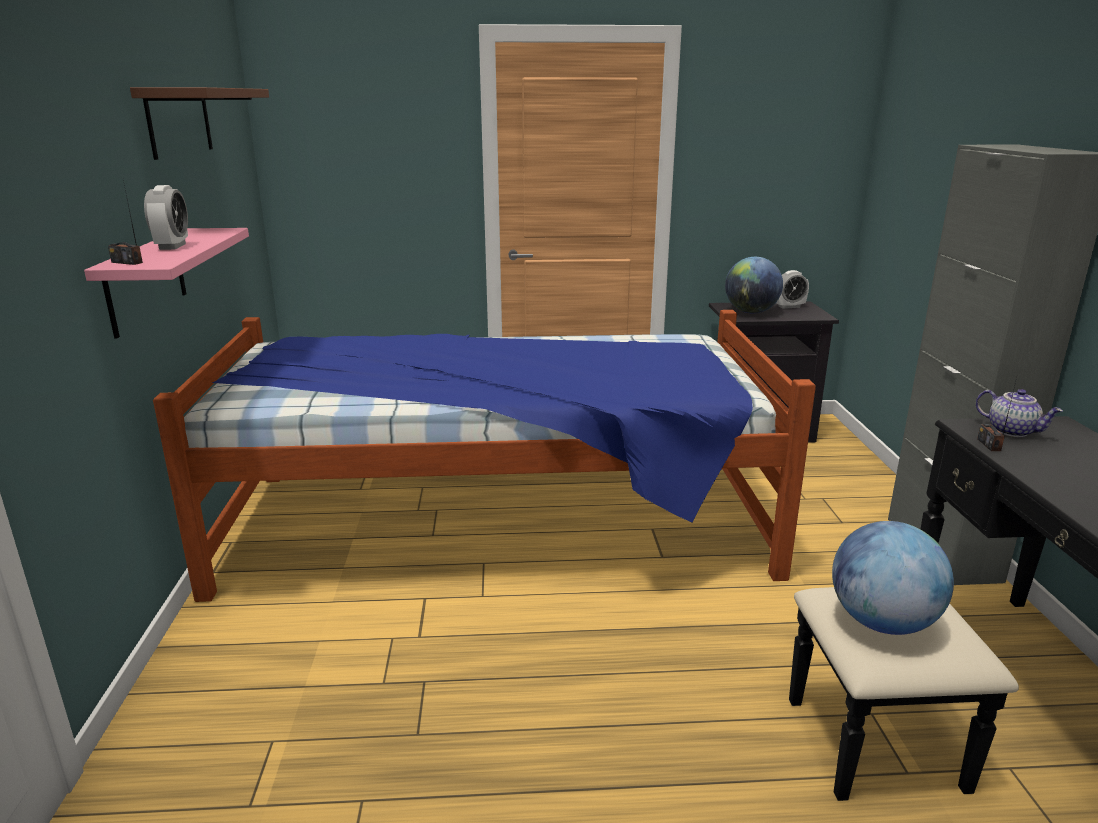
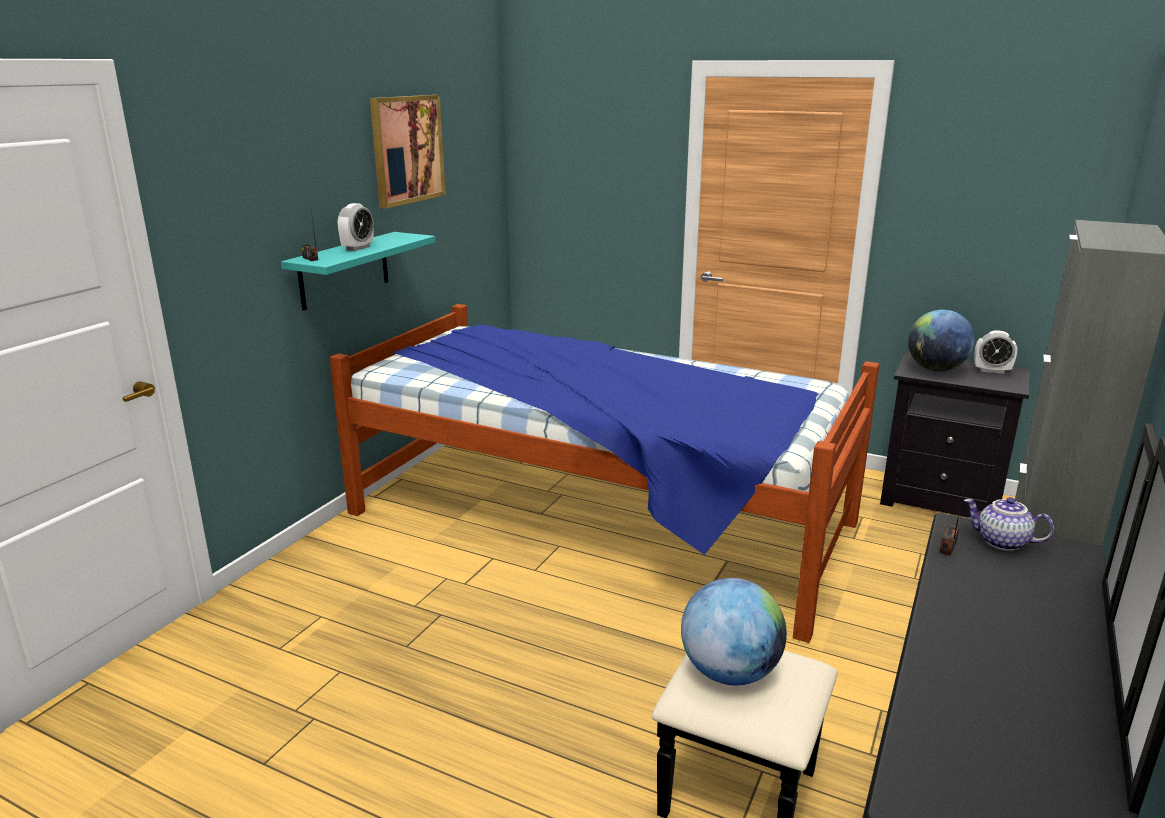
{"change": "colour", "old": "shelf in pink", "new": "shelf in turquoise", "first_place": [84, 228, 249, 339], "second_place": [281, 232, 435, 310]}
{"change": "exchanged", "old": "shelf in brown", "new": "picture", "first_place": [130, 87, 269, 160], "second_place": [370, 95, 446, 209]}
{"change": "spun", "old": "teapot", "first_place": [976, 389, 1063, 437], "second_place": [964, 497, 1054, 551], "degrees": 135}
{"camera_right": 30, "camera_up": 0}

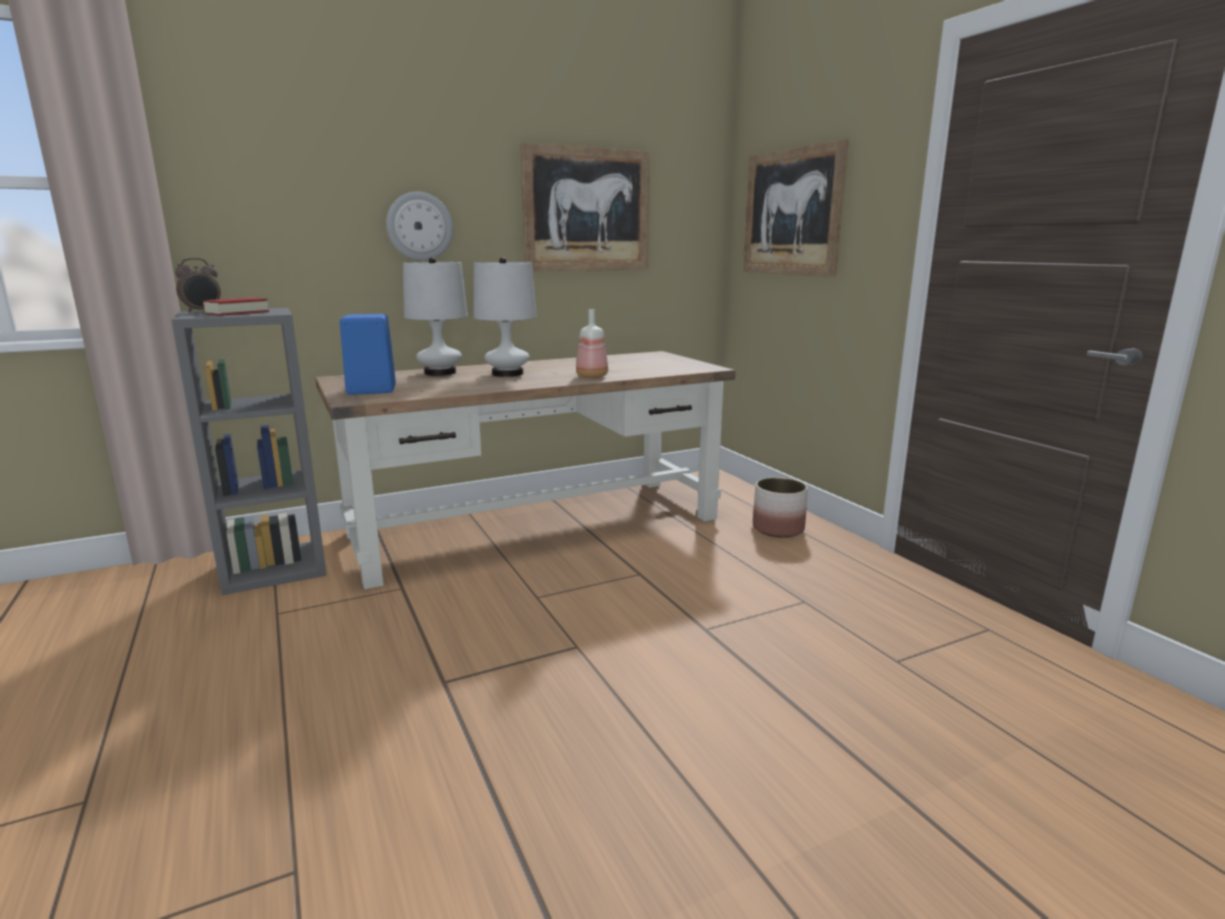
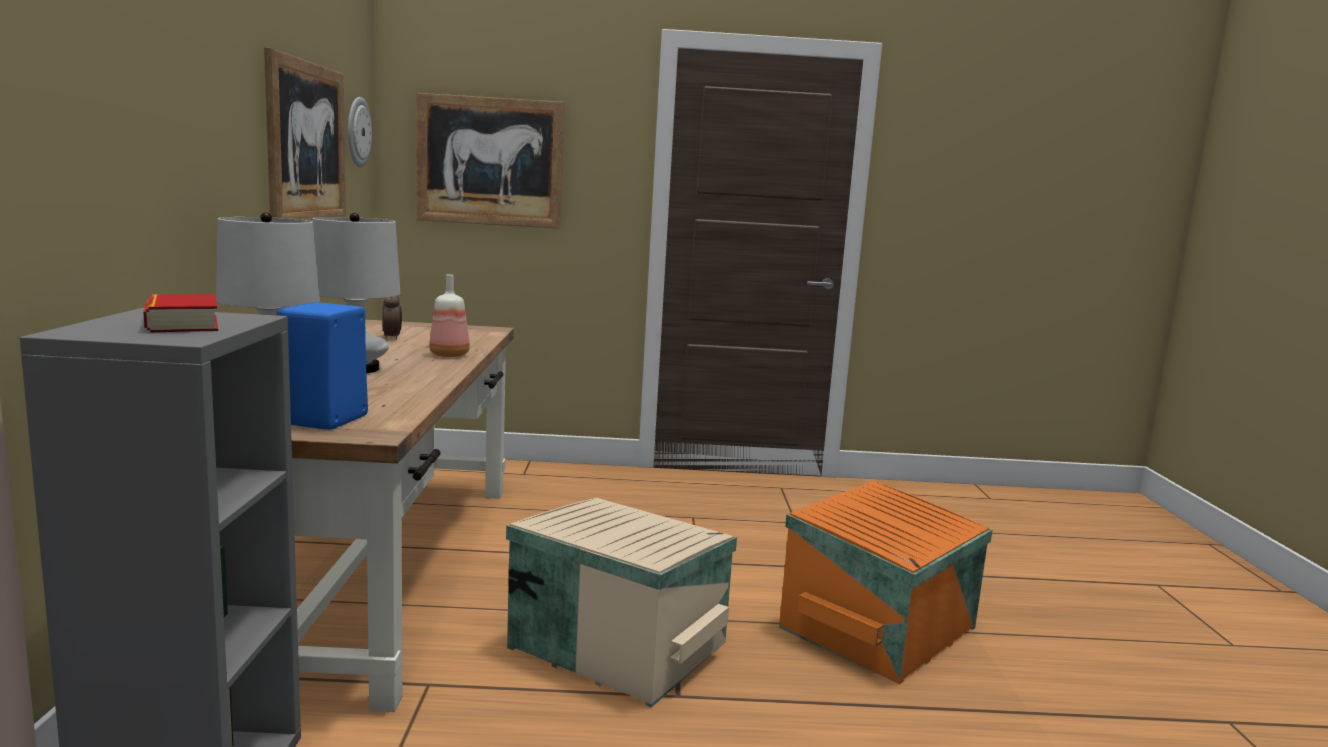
{"change": "relocated", "old": "alarm clock", "first_place": [175, 258, 221, 313], "second_place": [382, 296, 402, 340]}
{"change": "relocated", "old": "wall clock", "first_place": [386, 192, 453, 261], "second_place": [348, 97, 372, 167]}
{"change": "missing", "old": "planter", "first_place": [753, 477, 808, 537]}
{"change": "appeared", "new": "storage box in beige", "second_place": [506, 498, 737, 708]}
{"change": "appeared", "new": "storage box in orange", "second_place": [779, 480, 992, 684]}
{"camera_right": -65, "camera_up": -5}

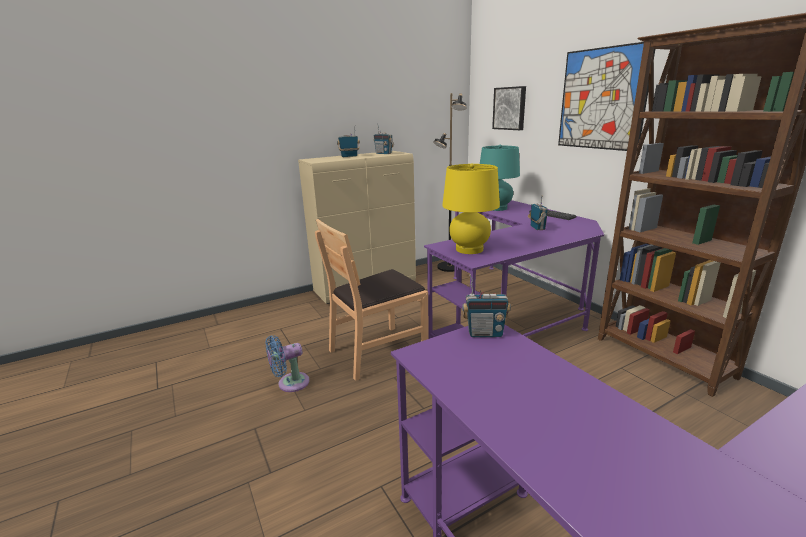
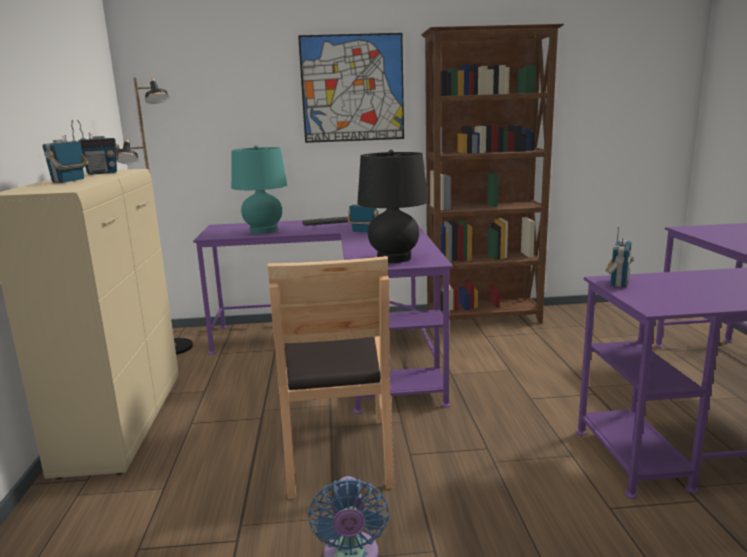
{"change": "colour", "old": "table lamp in yellow", "new": "table lamp in black", "first_place": [442, 163, 500, 254], "second_place": [357, 150, 428, 263]}
{"change": "missing", "old": "picture", "first_place": [492, 86, 526, 130]}
{"camera_right": -65, "camera_up": -5}

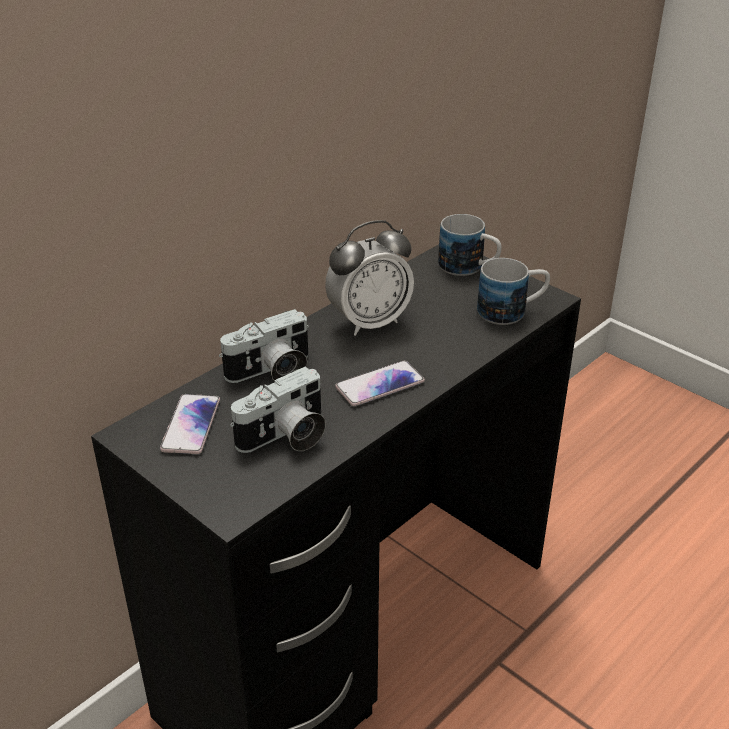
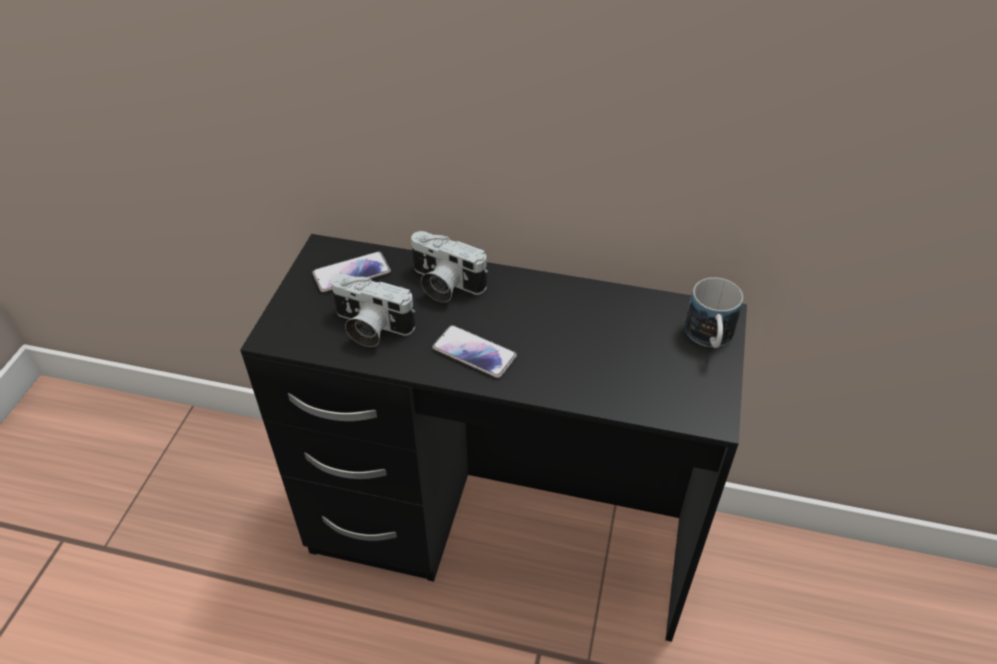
{"change": "missing", "old": "alarm clock", "first_place": [325, 220, 414, 336]}
{"change": "missing", "old": "mug", "first_place": [477, 258, 550, 325]}
{"camera_right": 60, "camera_up": 10}

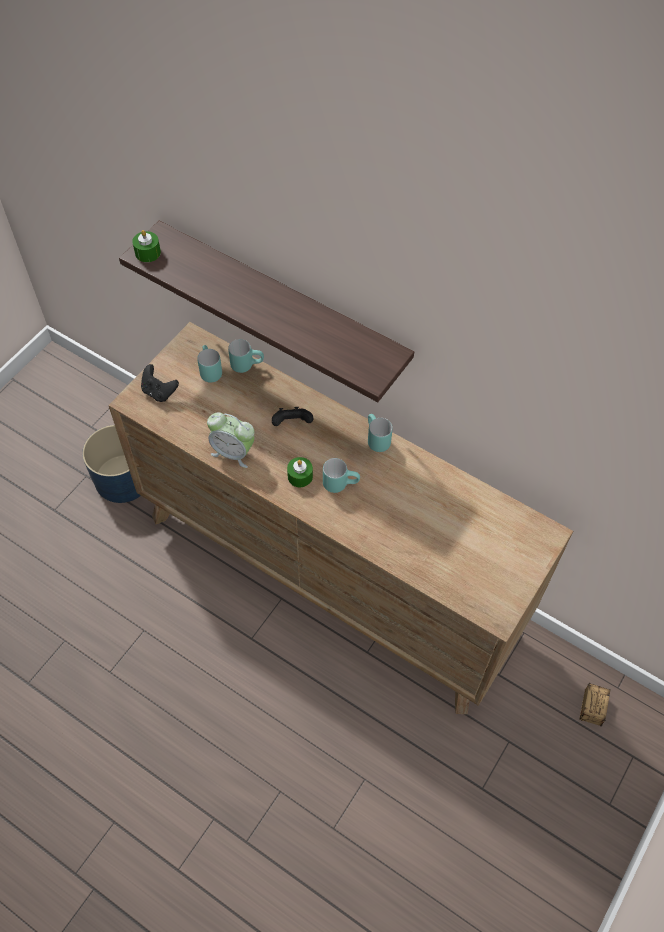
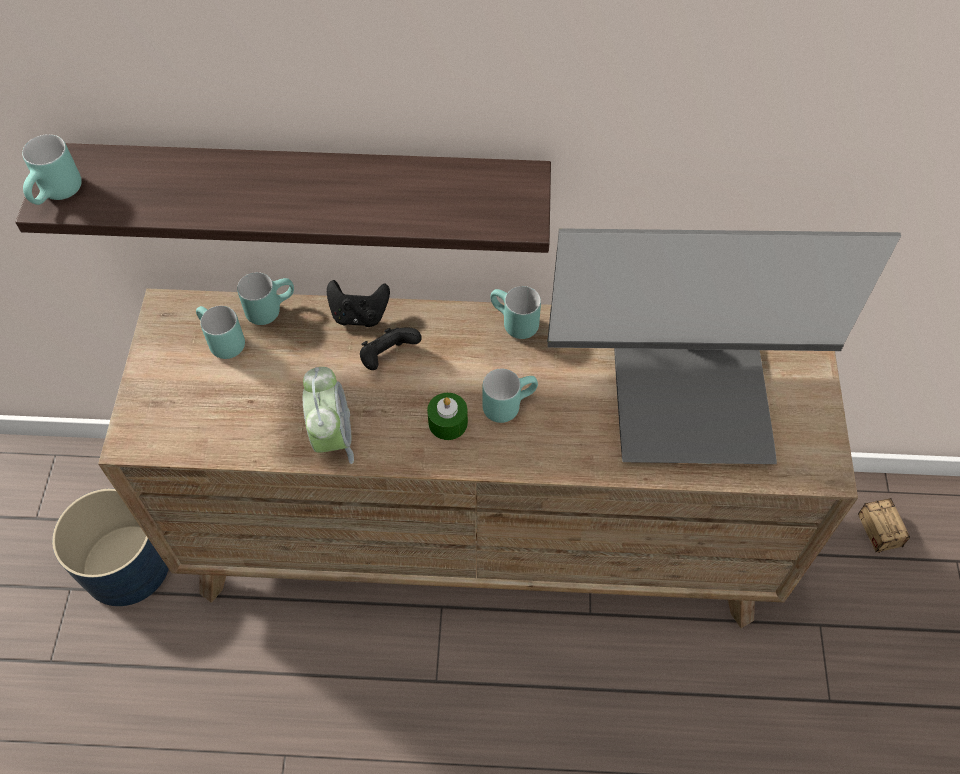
{"change": "exchanged", "old": "candle in green", "new": "mug in turquoise", "first_place": [132, 230, 161, 262], "second_place": [22, 134, 82, 205]}
{"change": "relocated", "old": "game controller in black", "first_place": [141, 364, 179, 402], "second_place": [327, 280, 390, 327]}
{"change": "spun", "old": "alarm clock", "first_place": [207, 412, 255, 468], "second_place": [303, 367, 354, 464], "degrees": -90}
{"change": "appeared", "new": "monitor", "second_place": [548, 228, 901, 464]}
{"camera_right": -30, "camera_up": 0}

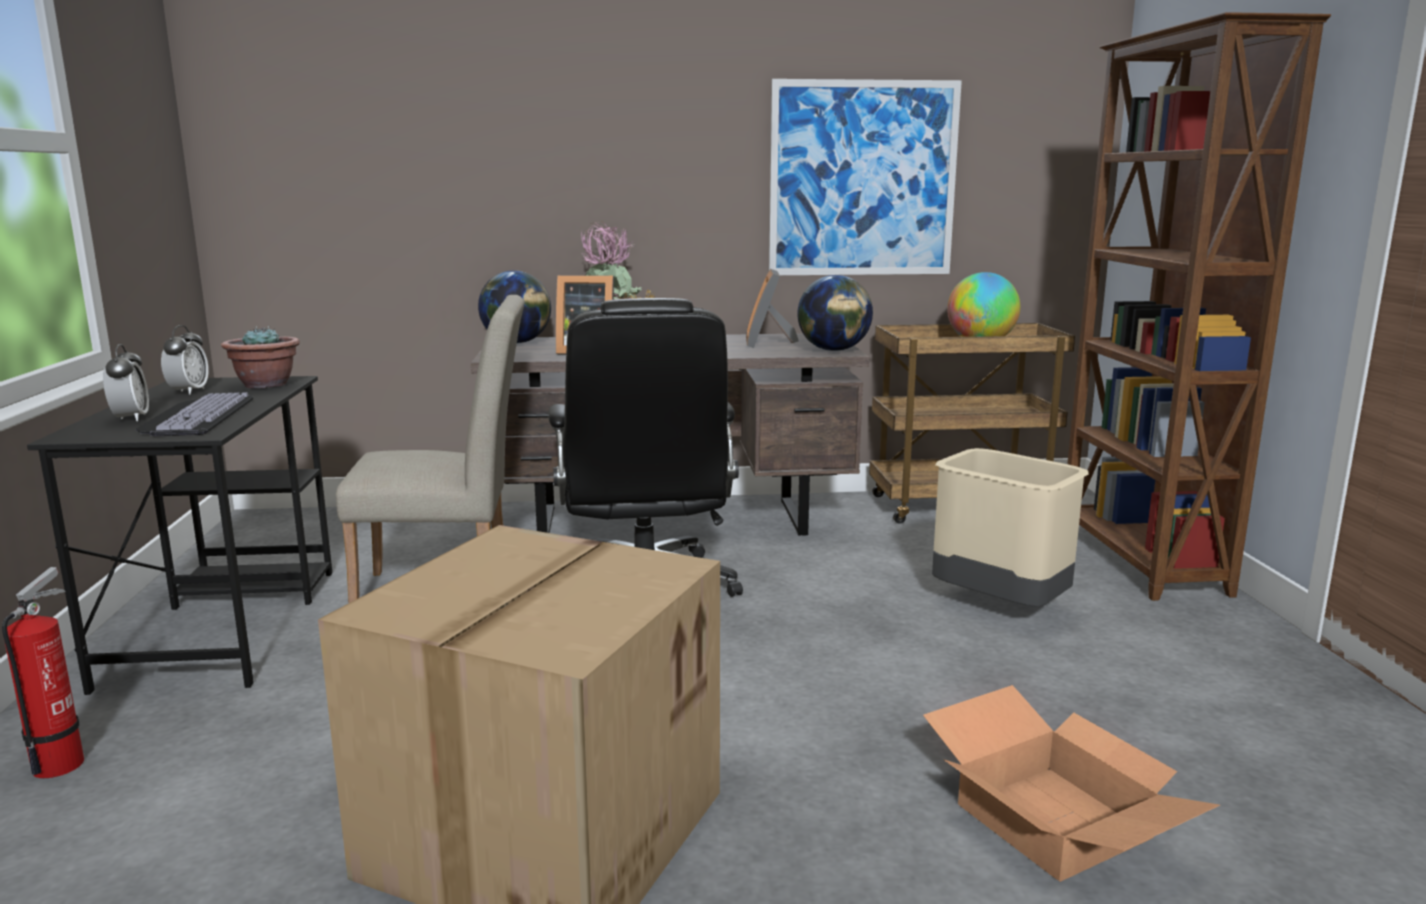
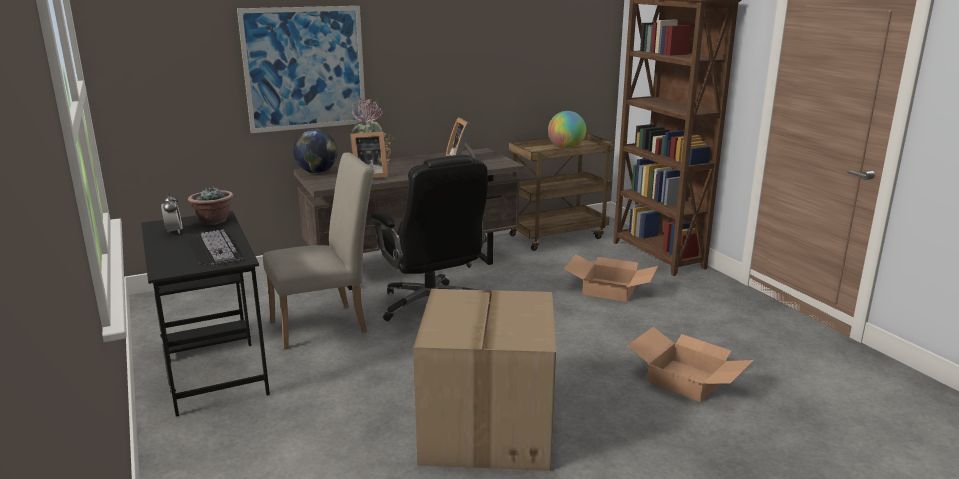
{"change": "missing", "old": "fire extinguisher", "first_place": [2, 567, 84, 778]}
{"change": "missing", "old": "alarm clock", "first_place": [103, 344, 149, 422]}
{"change": "relocated", "old": "picture", "first_place": [769, 79, 962, 275], "second_place": [237, 6, 366, 133]}
{"change": "missing", "old": "globe", "first_place": [797, 275, 873, 351]}
{"change": "exchanged", "old": "trash can in beige", "new": "cardboard box", "first_place": [932, 448, 1088, 607], "second_place": [564, 254, 658, 302]}
{"camera_right": -20, "camera_up": 5}

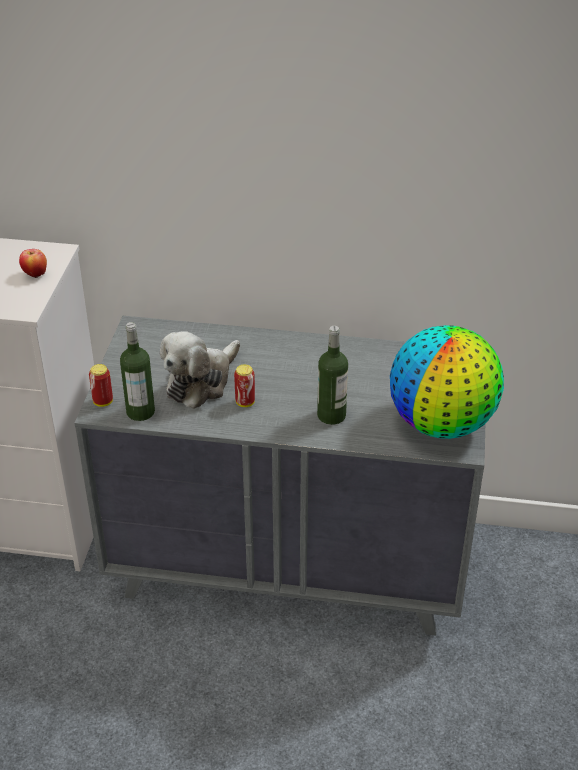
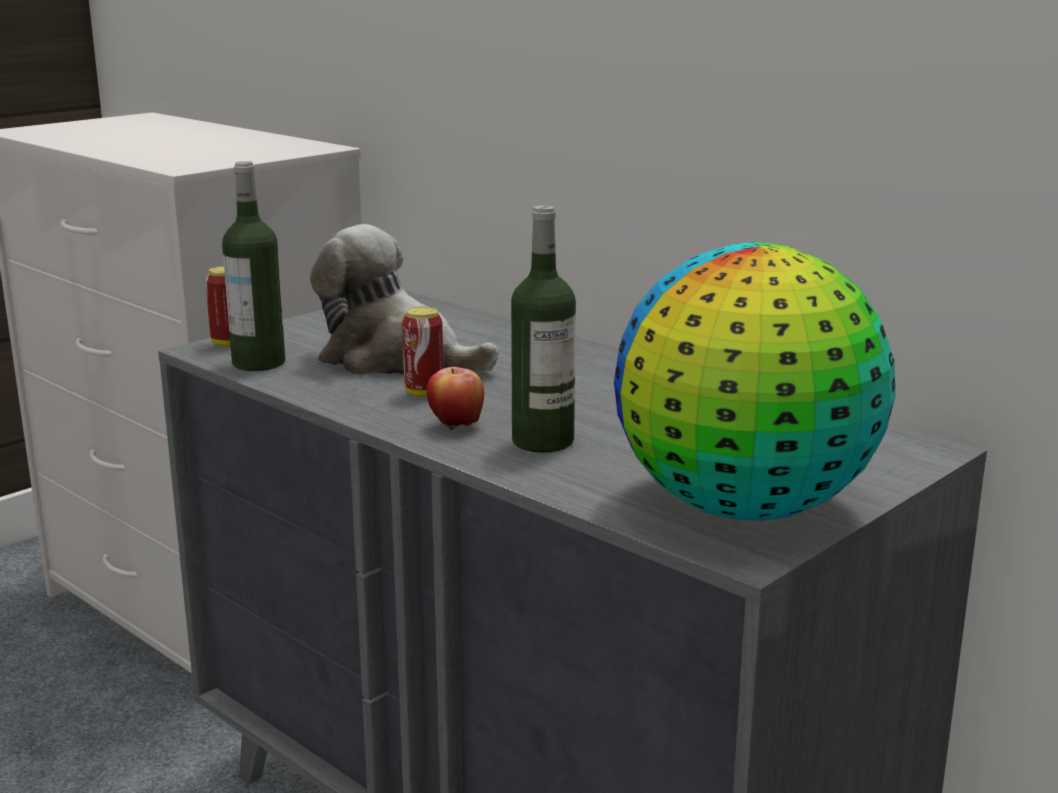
{"change": "relocated", "old": "apple", "first_place": [19, 249, 47, 278], "second_place": [427, 367, 484, 431]}
{"change": "spun", "old": "plush toy", "first_place": [160, 331, 240, 409], "second_place": [310, 224, 499, 375], "degrees": 45}
{"camera_right": 35, "camera_up": -20}

